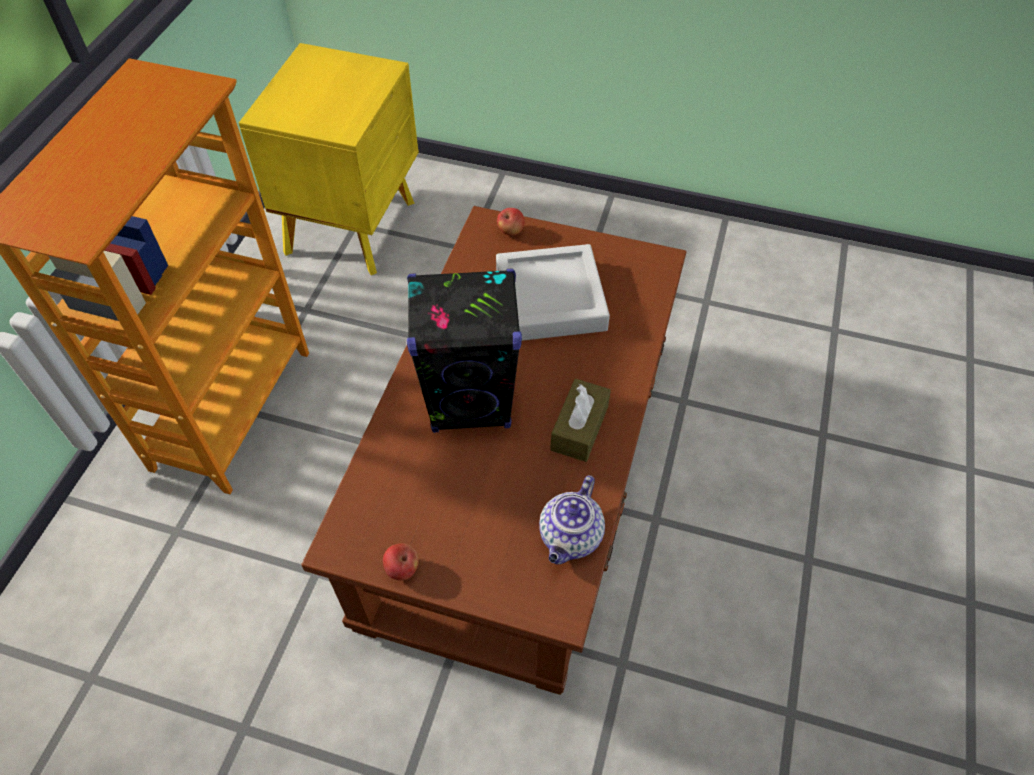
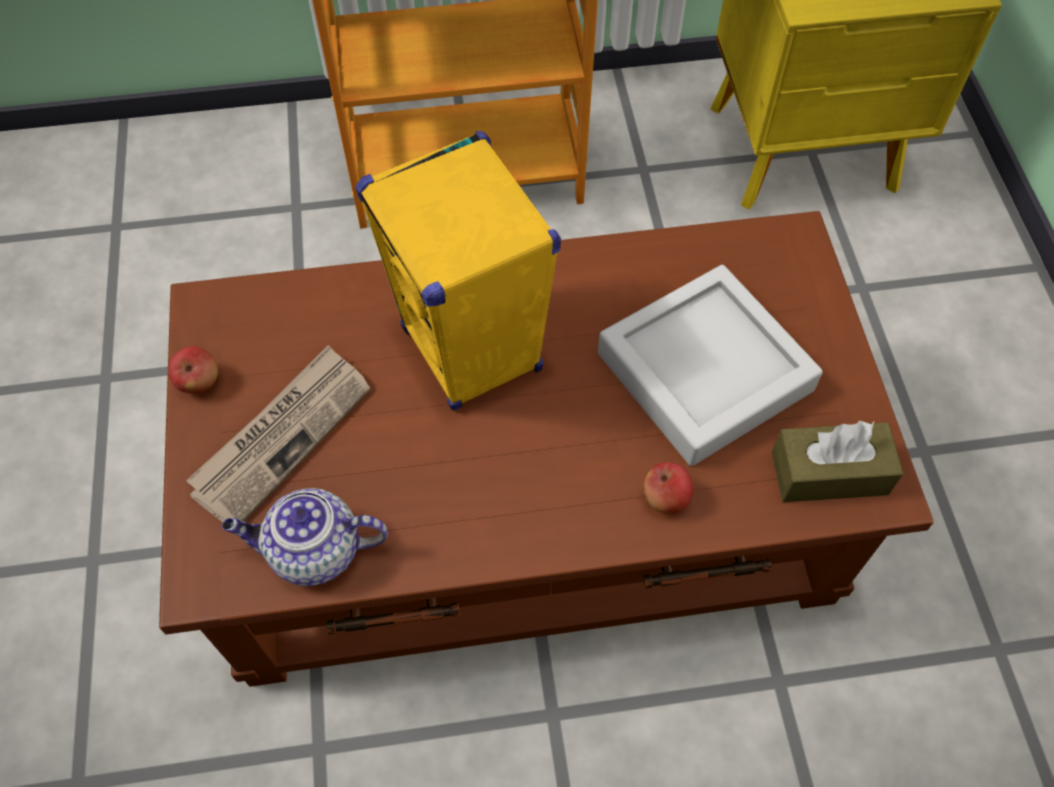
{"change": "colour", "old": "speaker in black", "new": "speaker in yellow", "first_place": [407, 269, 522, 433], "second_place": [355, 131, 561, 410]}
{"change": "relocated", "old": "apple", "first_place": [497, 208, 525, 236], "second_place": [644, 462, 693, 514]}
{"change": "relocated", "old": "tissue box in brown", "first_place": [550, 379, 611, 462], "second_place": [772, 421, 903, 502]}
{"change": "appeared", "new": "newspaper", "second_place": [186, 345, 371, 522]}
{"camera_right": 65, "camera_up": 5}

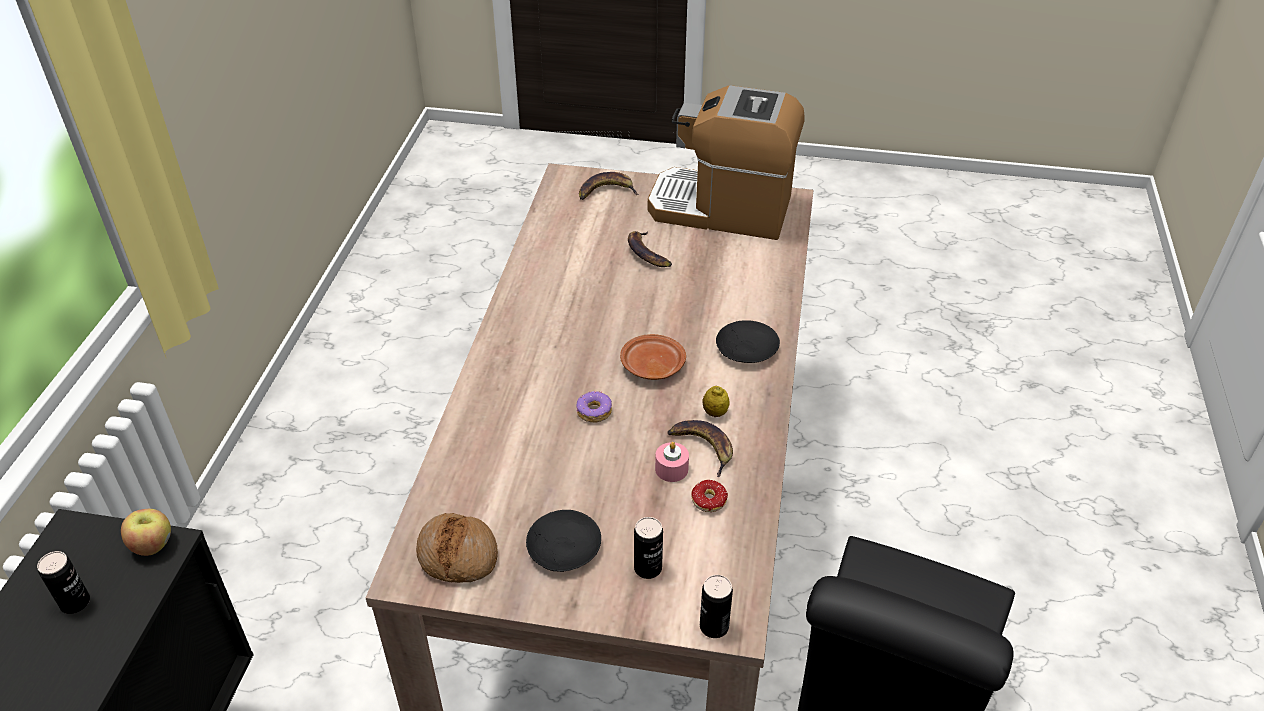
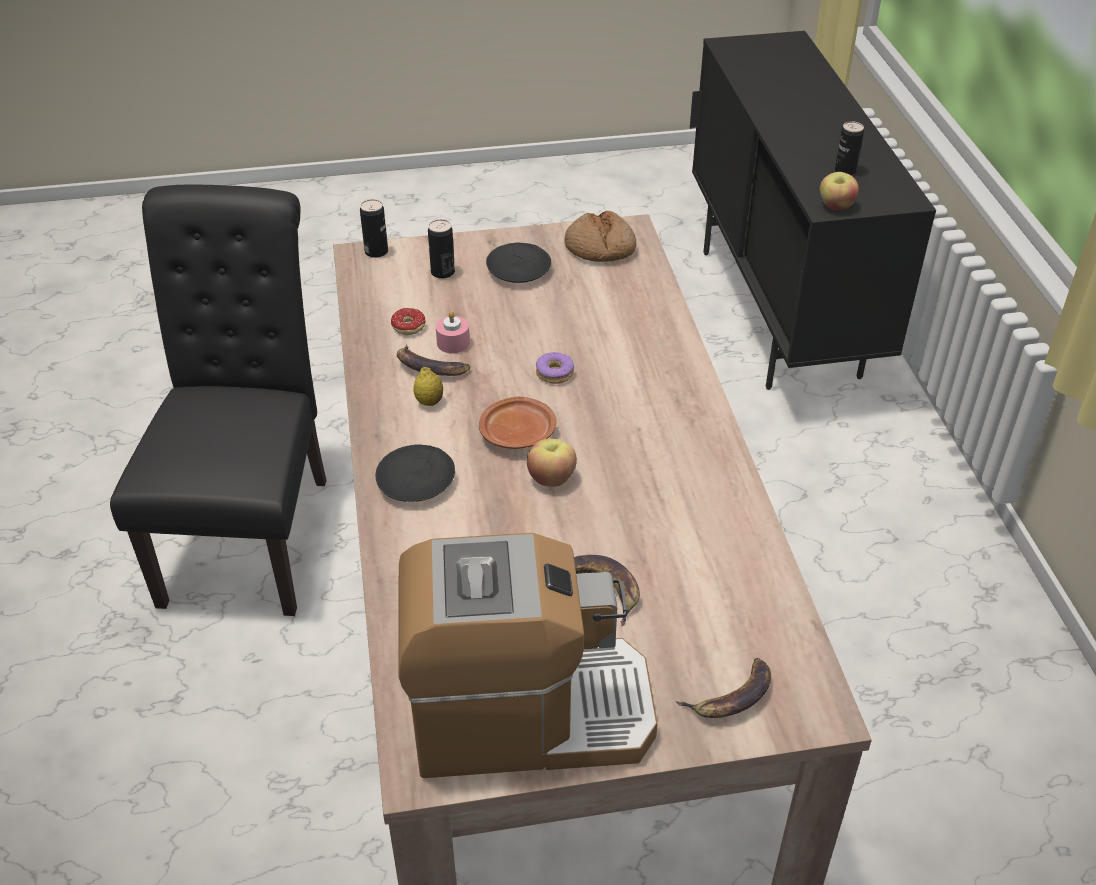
{"change": "appeared", "new": "apple", "second_place": [527, 439, 577, 487]}
{"camera_right": 160, "camera_up": 0}

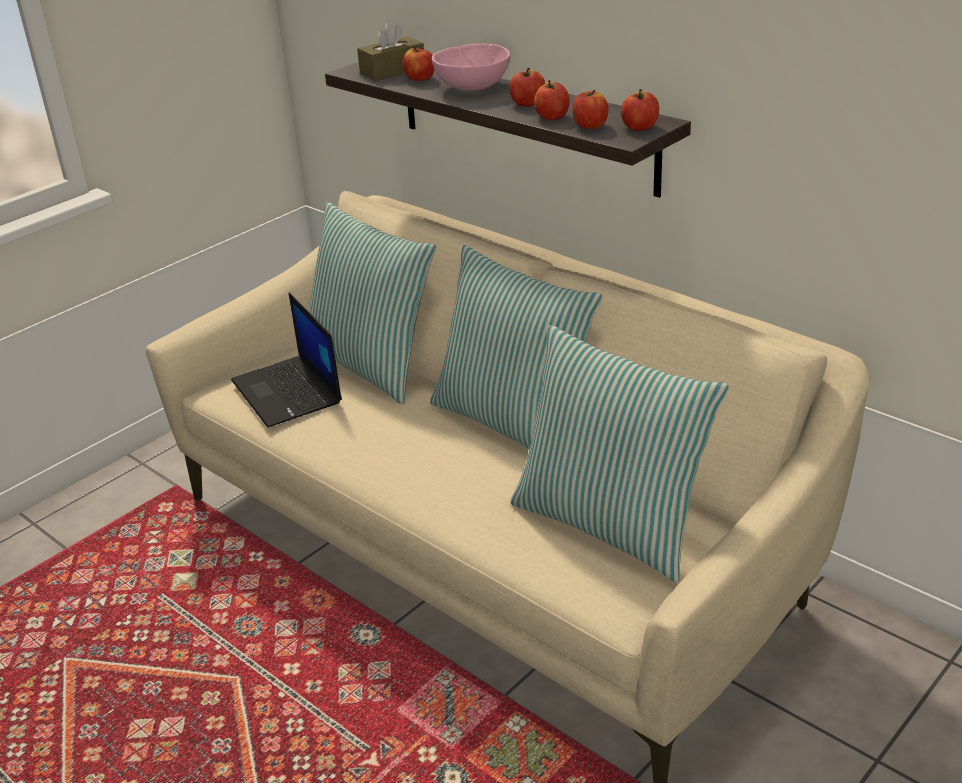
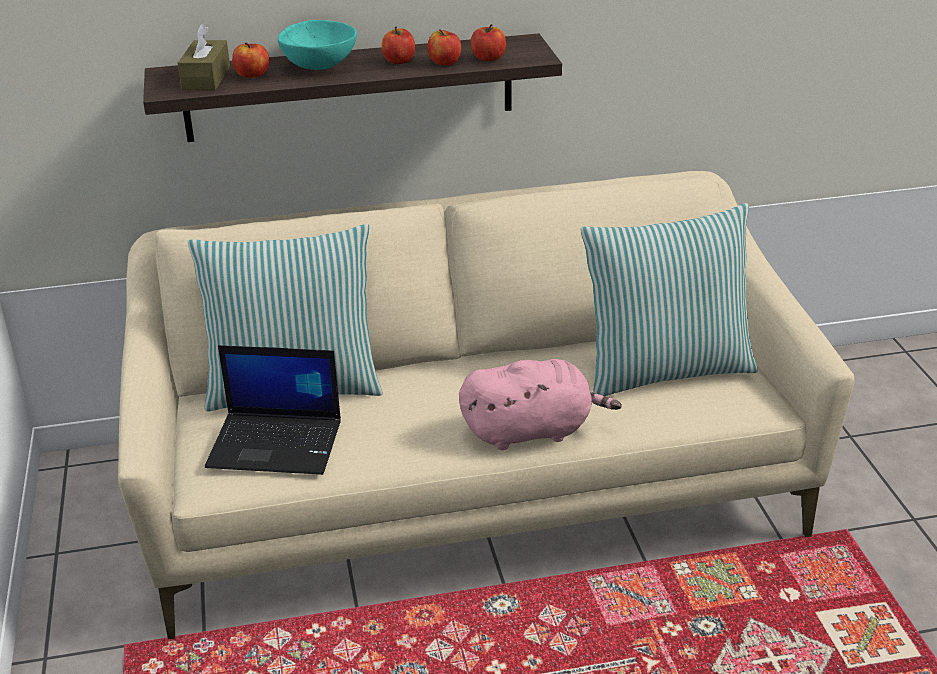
{"change": "missing", "old": "pillow", "first_place": [430, 245, 602, 449]}
{"change": "colour", "old": "bowl in pink", "new": "bowl in turquoise", "first_place": [432, 44, 511, 91], "second_place": [278, 20, 357, 70]}
{"change": "missing", "old": "apple", "first_place": [621, 89, 659, 131]}
{"change": "appeared", "new": "plush toy in pink", "second_place": [459, 359, 622, 450]}
{"camera_right": -55, "camera_up": 0}

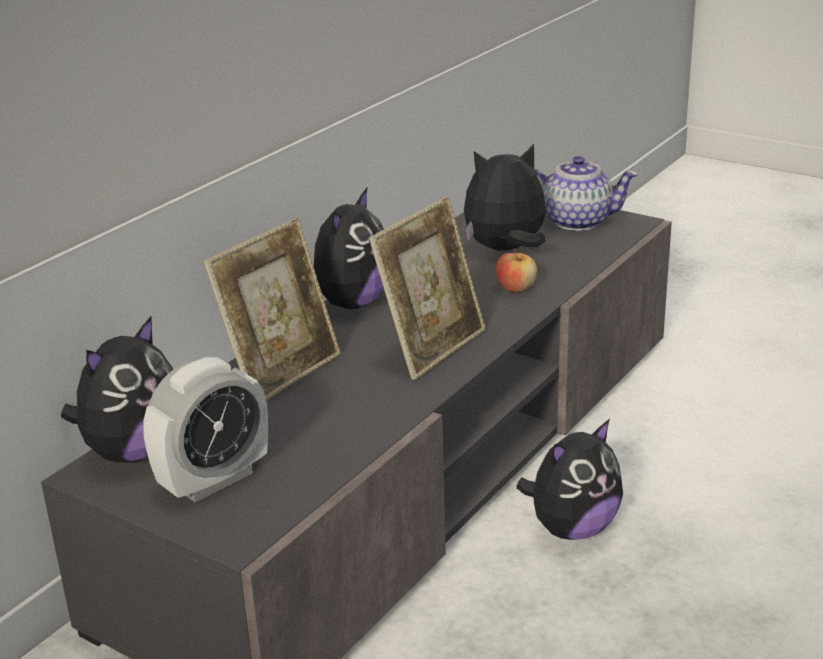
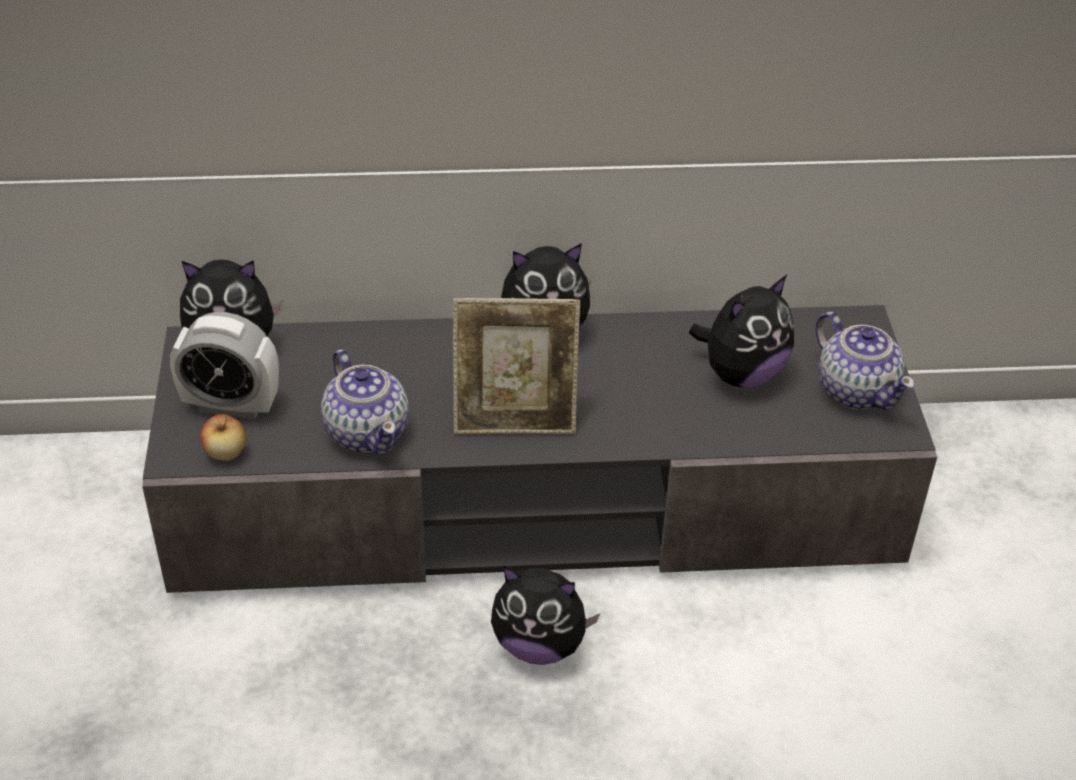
{"change": "missing", "old": "picture frame", "first_place": [204, 218, 341, 401]}
{"change": "spun", "old": "plush toy", "first_place": [464, 144, 546, 251], "second_place": [689, 275, 794, 388], "degrees": 105}
{"change": "relocated", "old": "apple", "first_place": [495, 249, 537, 293], "second_place": [200, 414, 247, 461]}
{"change": "appeared", "new": "teapot", "second_place": [321, 349, 409, 455]}
{"camera_right": 50, "camera_up": 15}

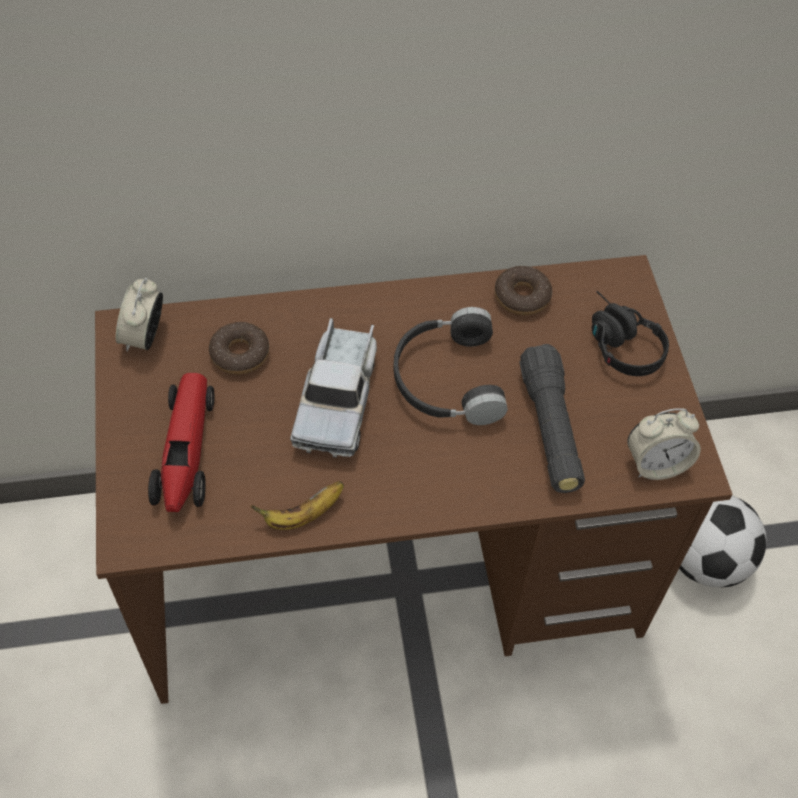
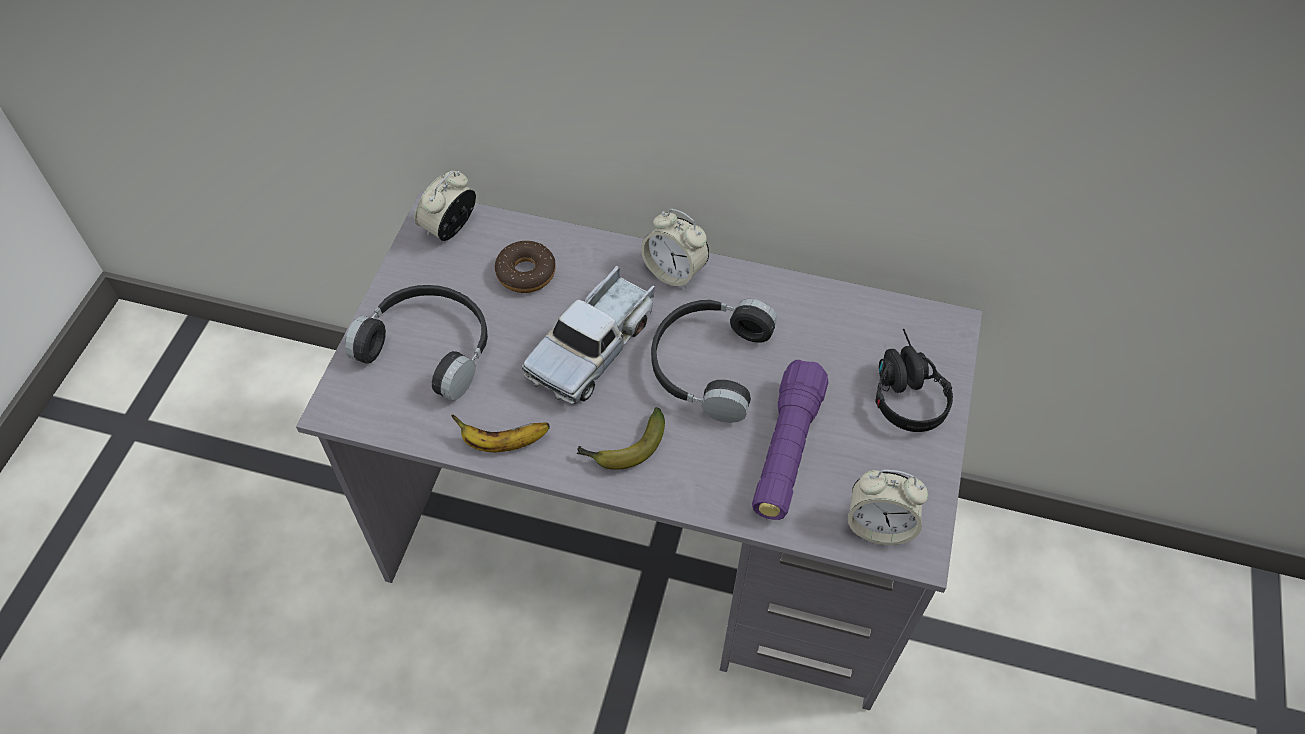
{"change": "colour", "old": "desk in brown", "new": "desk in grey", "first_place": [95, 255, 733, 704], "second_place": [296, 191, 982, 710]}
{"change": "exchanged", "old": "toy car", "new": "headphones in black", "first_place": [148, 373, 214, 512], "second_place": [345, 285, 488, 401]}
{"change": "missing", "old": "donut", "first_place": [495, 266, 552, 315]}
{"change": "colour", "old": "flashlight in black", "new": "flashlight in purple", "first_place": [520, 344, 585, 493], "second_place": [752, 360, 828, 520]}
{"change": "missing", "old": "football", "first_place": [679, 496, 766, 587]}
{"change": "appeared", "new": "banana", "second_place": [577, 407, 665, 470]}
{"change": "appeared", "new": "alarm clock", "second_place": [641, 209, 709, 289]}
{"camera_right": 25, "camera_up": 0}

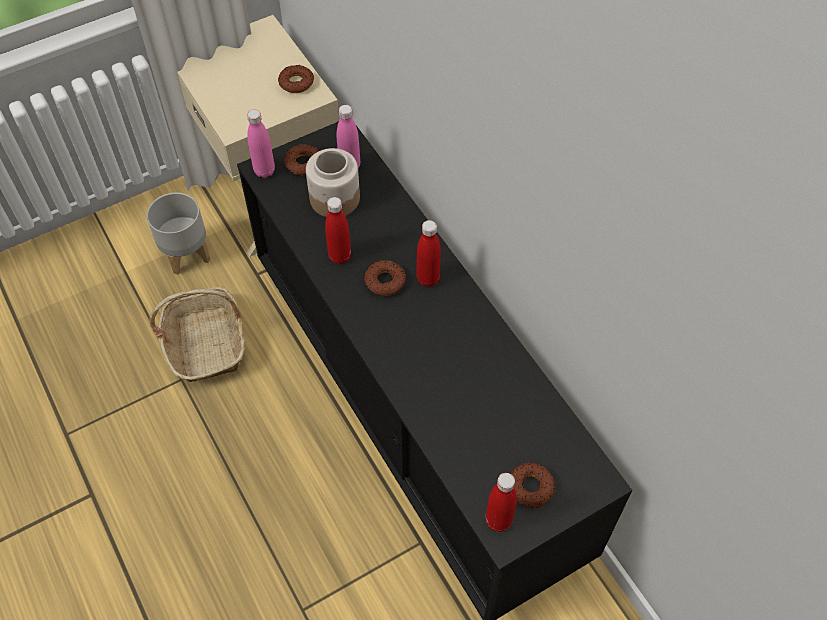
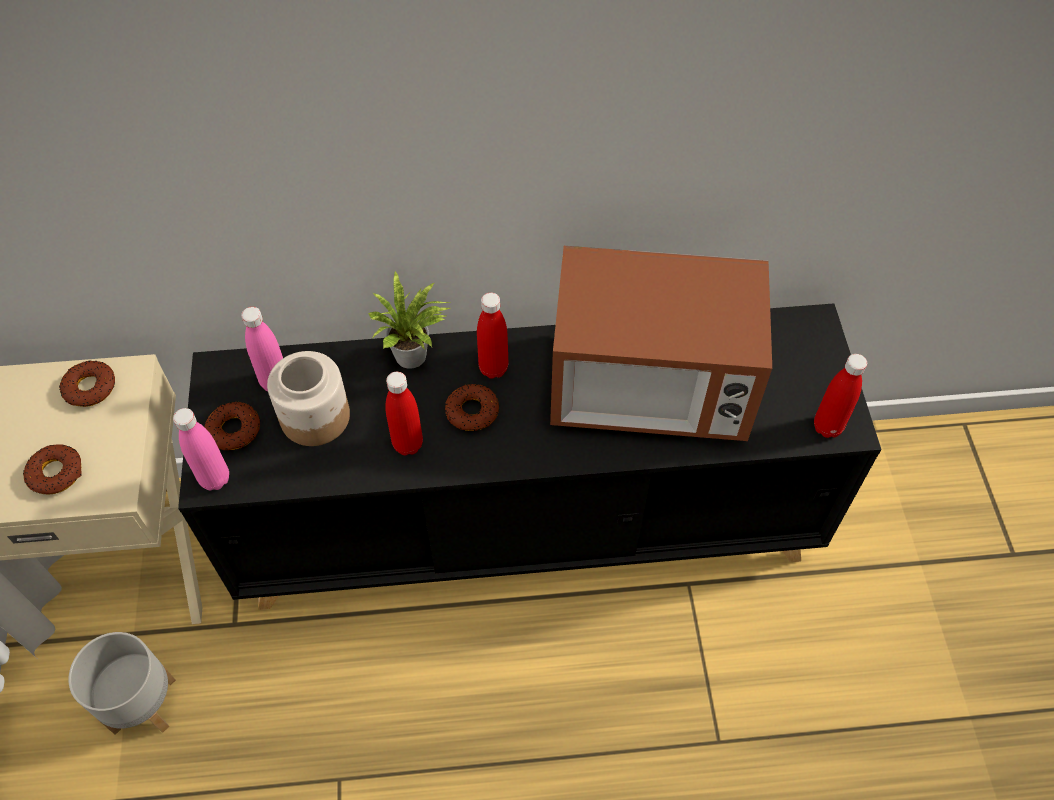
{"change": "missing", "old": "basket", "first_place": [149, 287, 245, 382]}
{"change": "relocated", "old": "donut", "first_place": [510, 462, 555, 508], "second_place": [23, 444, 81, 495]}
{"change": "appeared", "new": "potted plant", "second_place": [368, 270, 452, 369]}
{"change": "appeared", "new": "microwave", "second_place": [550, 246, 772, 441]}
{"camera_right": -65, "camera_up": 0}

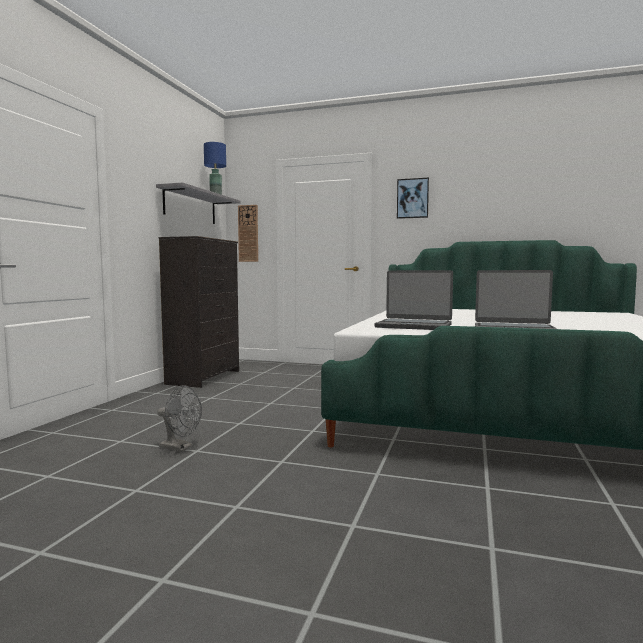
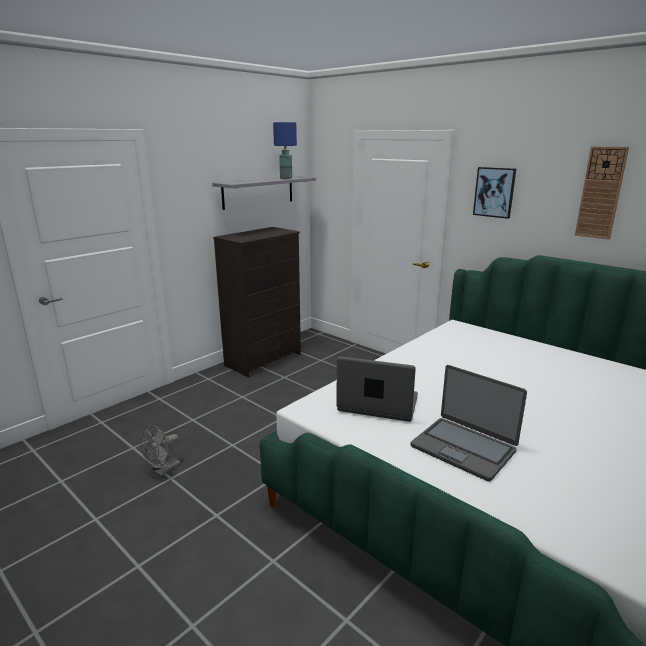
{"change": "spun", "old": "fan in grey", "first_place": [157, 385, 202, 452], "second_place": [140, 425, 180, 476], "degrees": 75}
{"change": "relocated", "old": "wall clock", "first_place": [238, 205, 258, 262], "second_place": [575, 146, 629, 239]}
{"change": "spun", "old": "laptop", "first_place": [374, 270, 453, 330], "second_place": [336, 356, 418, 422], "degrees": 150}
{"camera_right": 25, "camera_up": 15}

